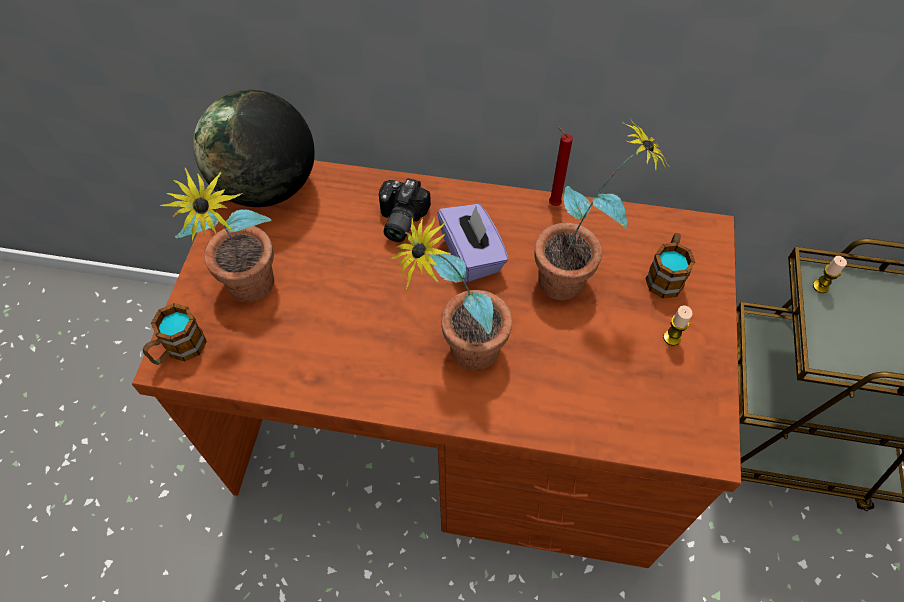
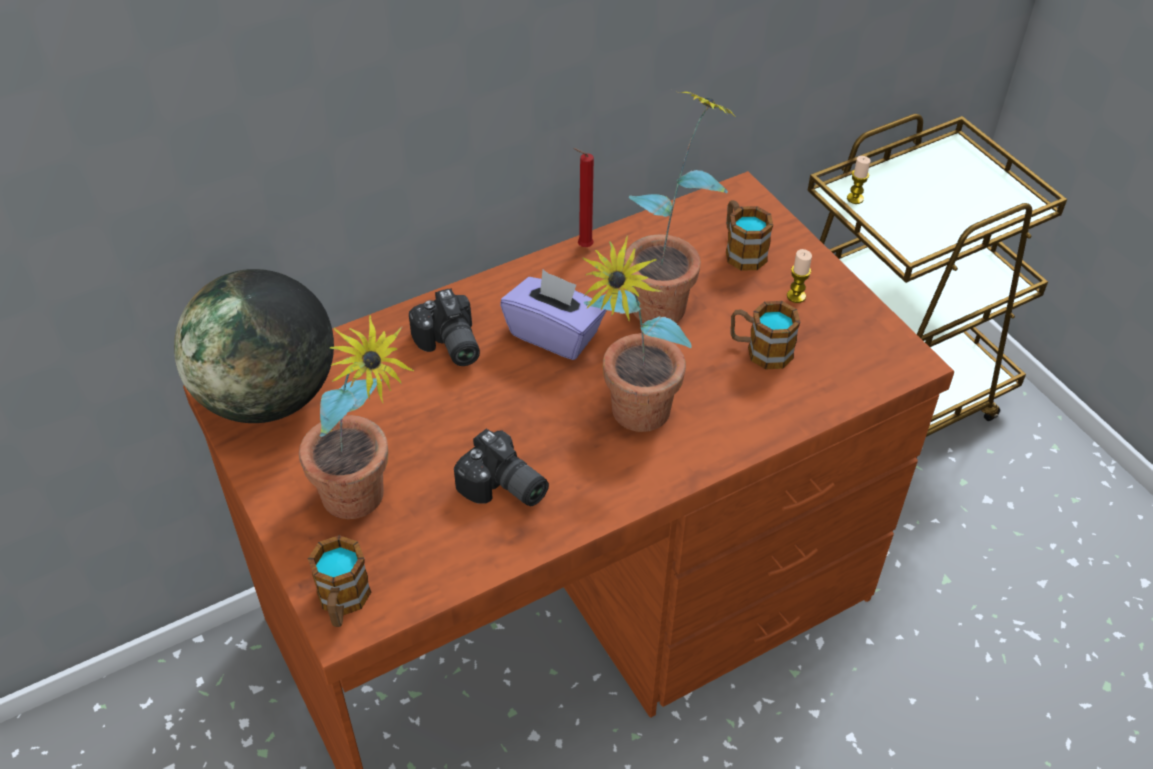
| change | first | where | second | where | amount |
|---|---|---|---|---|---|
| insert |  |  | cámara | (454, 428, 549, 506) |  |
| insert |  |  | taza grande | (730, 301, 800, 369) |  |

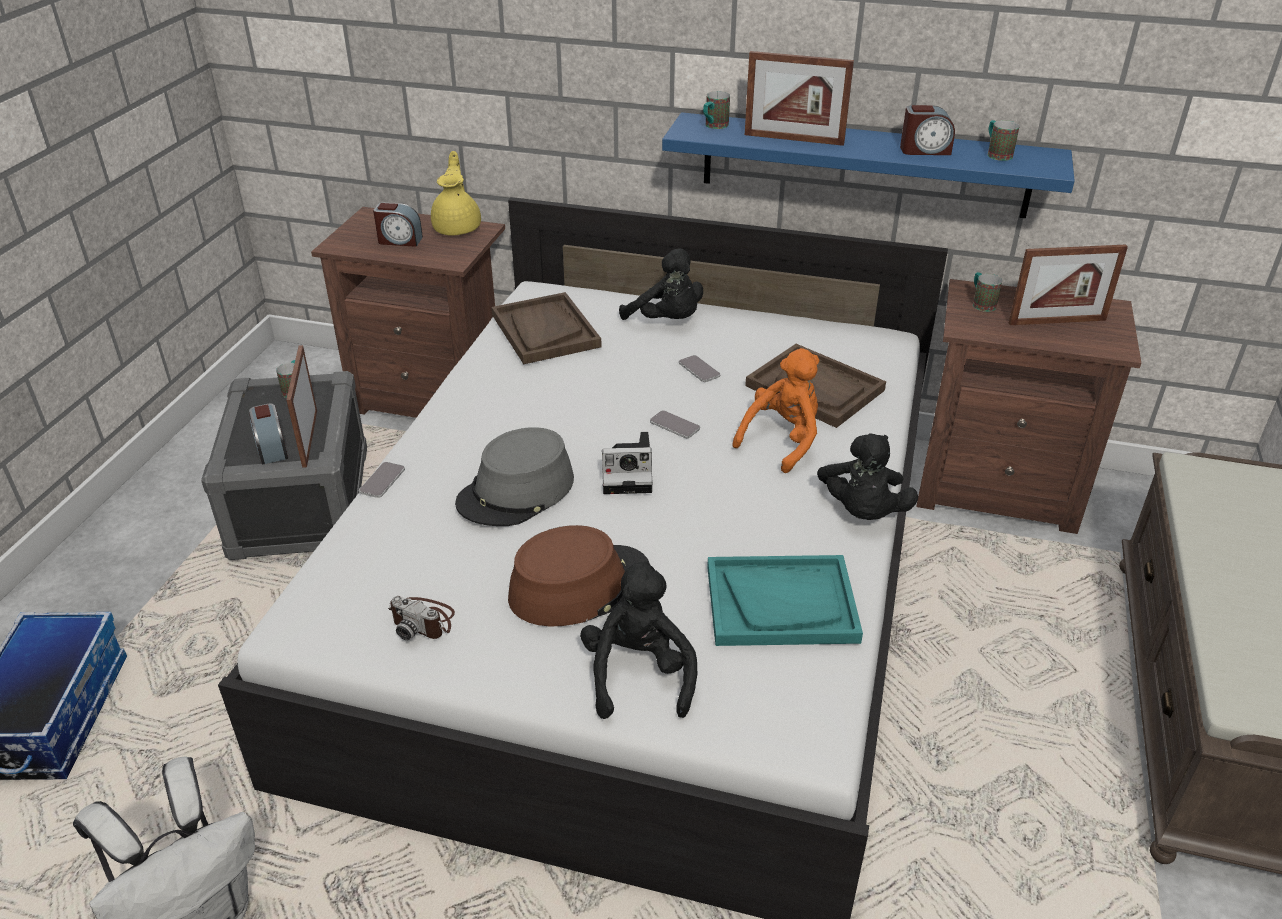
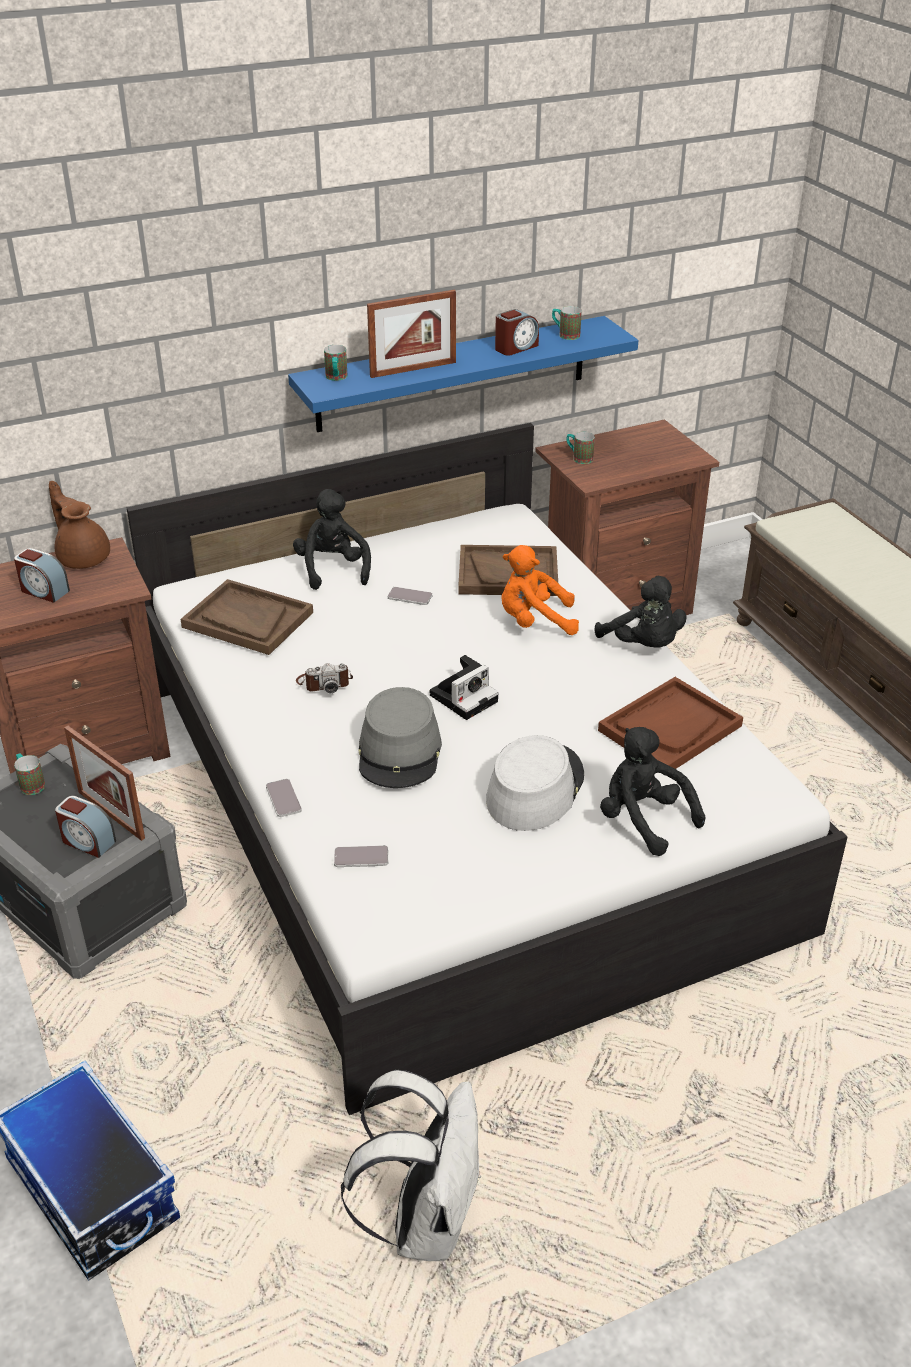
| change | first | where | second | where | amount |
|---|---|---|---|---|---|
| rotate | despertador | (373, 203, 423, 247) |  | (14, 548, 70, 603) | 60 degrees clockwise |
| move | cámara | (388, 596, 455, 640) |  | (296, 663, 353, 693) |  |
| recolor | tetera [amarillo] | (431, 151, 481, 236) | tetera [marrón] | (49, 481, 110, 569) |  |
| recolor | sombrero [marrón] | (508, 525, 650, 626) | sombrero [gris] | (486, 735, 584, 831) |  |
| rotate | peluche [negro] | (619, 248, 703, 320) |  | (293, 489, 371, 590) | 105 degrees counterclockwise |
| move | móvil | (650, 410, 700, 438) |  | (334, 845, 389, 867) |  |
| recolor | bandeja [turquesa] | (707, 555, 863, 646) | bandeja [marrón] | (598, 677, 743, 769) |  |
| rotate | peluche [naranja] | (733, 348, 819, 473) |  | (501, 545, 579, 635) | 90 degrees counterclockwise |
| delete | portarretratos | (1009, 245, 1128, 325) |  |  |  |

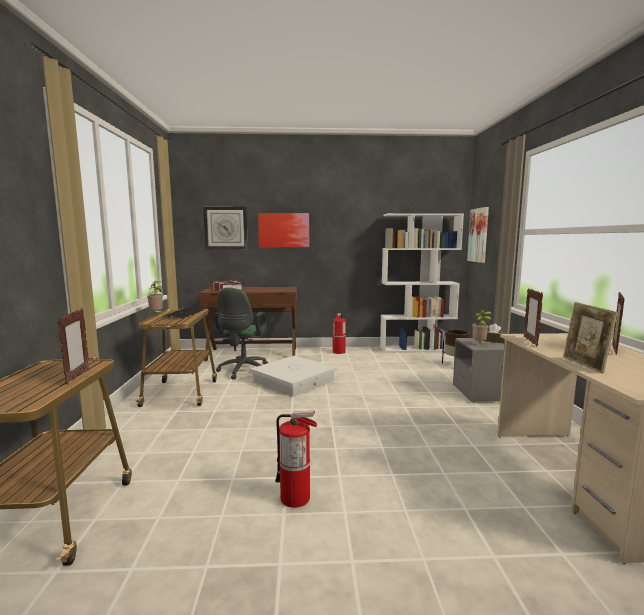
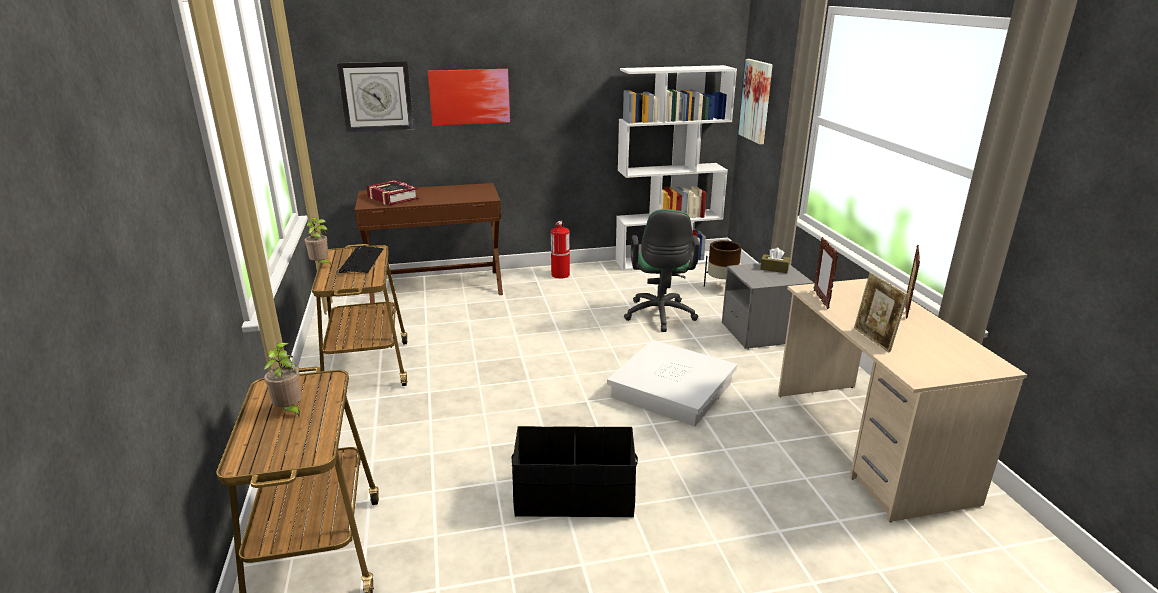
| change | first | where | second | where | amount |
|---|---|---|---|---|---|
| delete | portarretratos | (57, 308, 89, 385) |  |  |  |
| move | silla de oficina [verde] | (214, 287, 268, 379) |  | (624, 209, 700, 332) |  |
| move | caja de almacenaje [blanco] | (250, 356, 337, 397) |  | (607, 340, 737, 426) |  |
| replace | extintor | (275, 411, 317, 508) | caja de almacenaje [negro] | (512, 426, 638, 517) |  |
| move | planta en maceta | (472, 310, 491, 345) |  | (263, 343, 302, 416) |  |

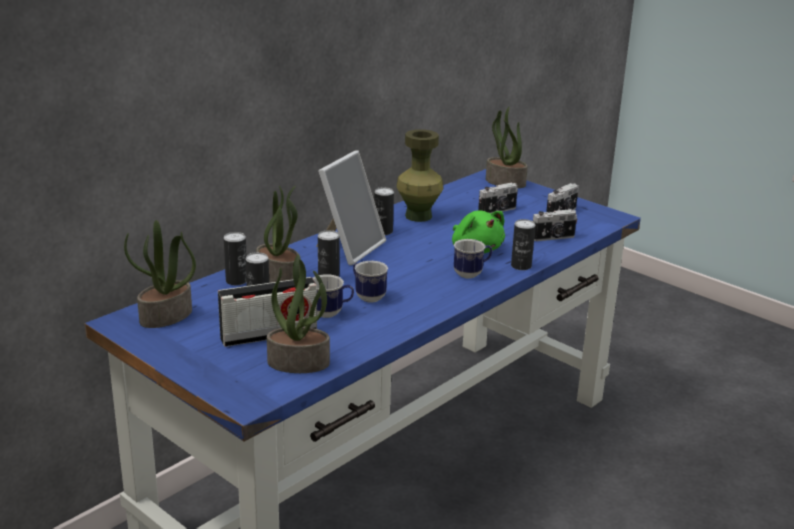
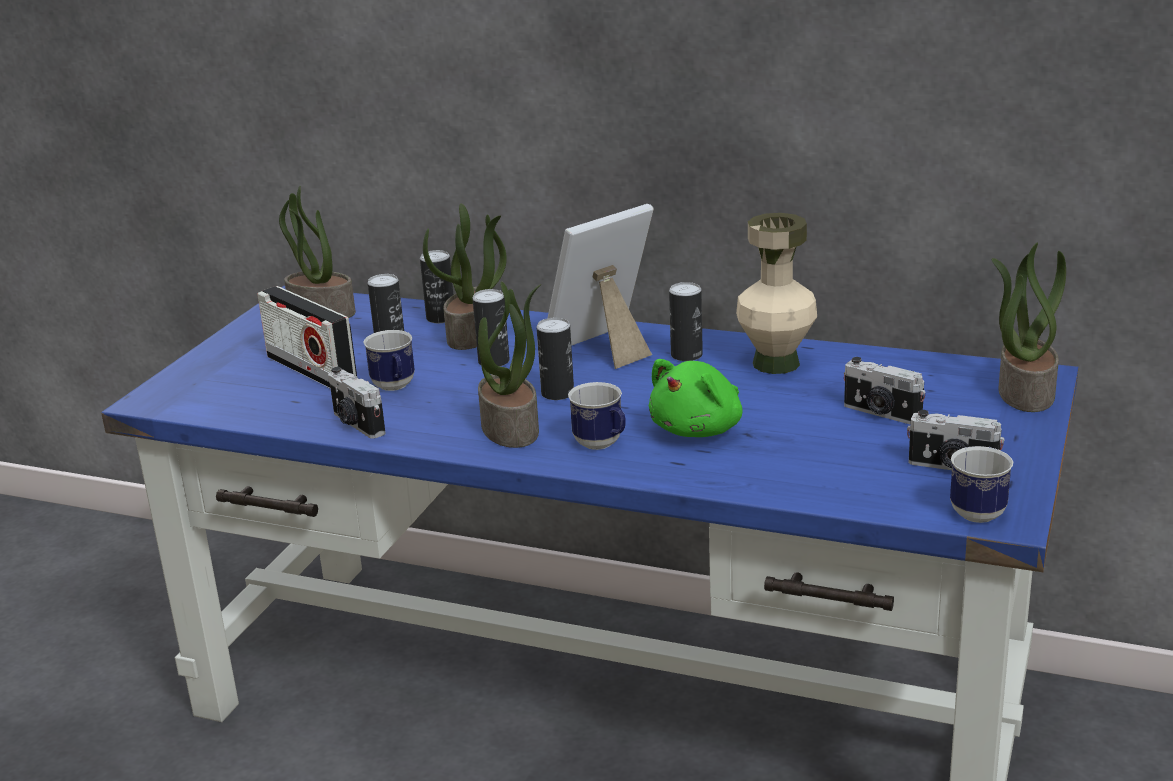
| change | first | where | second | where | amount |
|---|---|---|---|---|---|
| move | planta en maceta | (267, 255, 330, 373) |  | (478, 281, 541, 448) |  |
| rotate | portarretratos | (316, 150, 386, 265) |  | (548, 204, 653, 369) | 135 degrees clockwise |
| move | taza grande | (353, 261, 388, 303) |  | (950, 446, 1013, 523) |  |
| recolor | florero [verde] | (396, 129, 443, 222) | florero [beis] | (736, 213, 817, 374) |  |
| move | lata | (511, 219, 535, 270) |  | (536, 318, 574, 400) |  |
| move | cámara | (533, 209, 577, 241) |  | (328, 367, 386, 439) |  |

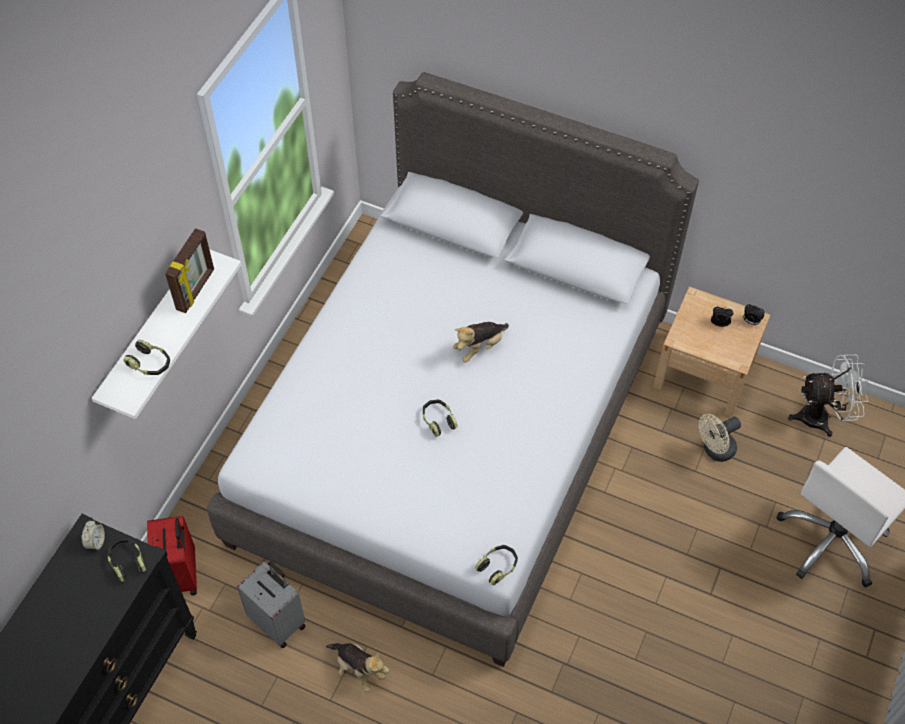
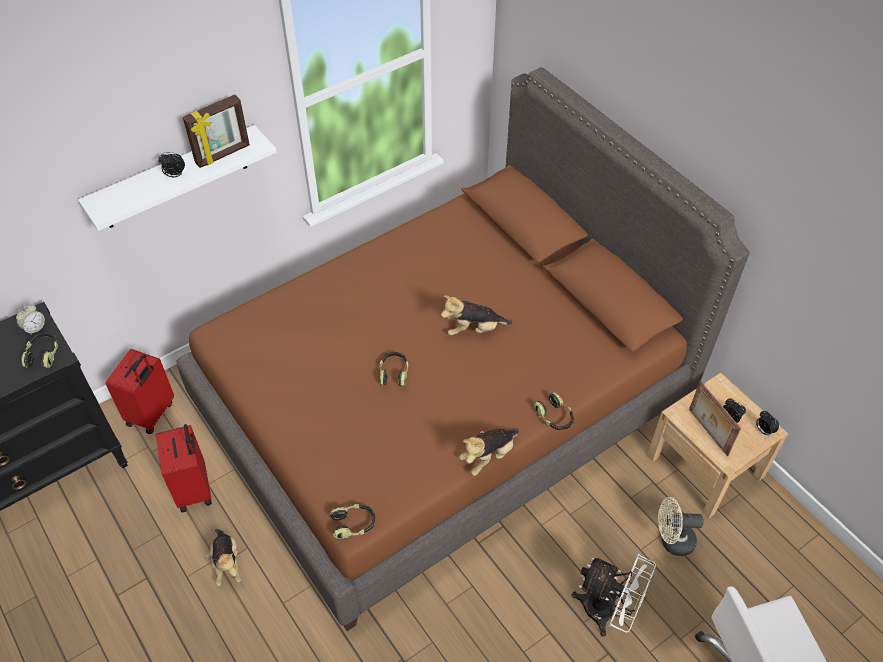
| change | first | where | second | where | amount |
|---|---|---|---|---|---|
| move | auriculares | (123, 340, 170, 375) |  | (534, 392, 574, 430) |  |
| recolor | cama [gris] | (207, 72, 699, 667) | cama [marrón] | (177, 67, 750, 631) |  |
| recolor | maleta [gris] | (236, 561, 305, 649) | maleta [rojo] | (156, 424, 212, 512) |  |
| move | ventilador [blanco] | (788, 354, 868, 437) |  | (572, 554, 656, 637) |  |
| insert |  |  | despertador | (158, 152, 185, 177) |  |
| insert |  |  | peluche | (459, 428, 519, 476) |  |
| insert |  |  | portarretratos | (689, 381, 741, 456) |  |

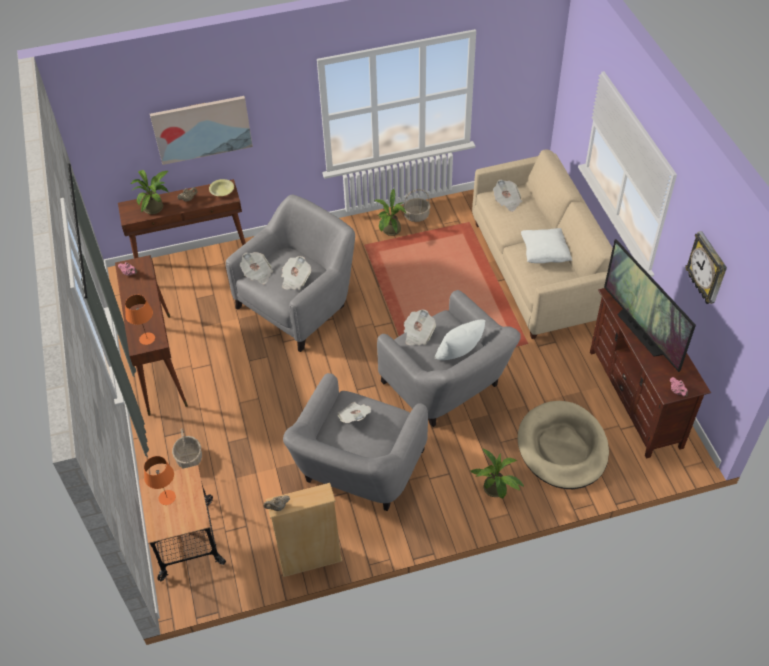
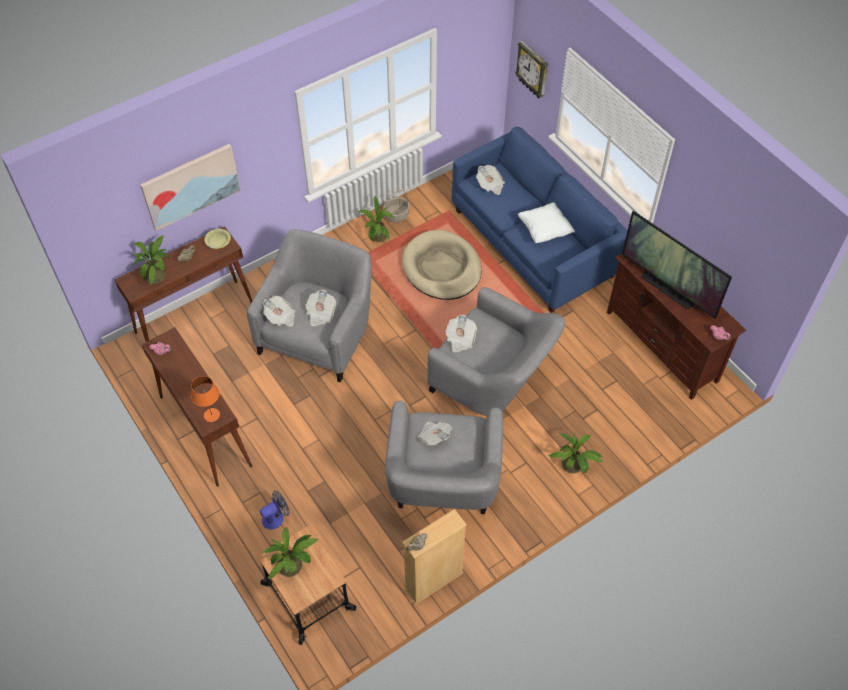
| change | first | where | second | where | amount |
|---|---|---|---|---|---|
| replace | lámpara de mesa [naranja] | (144, 456, 176, 505) | planta en maceta | (263, 527, 318, 579) |  |
| replace | cesta | (172, 428, 202, 469) | ventilador | (260, 490, 290, 530) |  |
| delete | cojín [blanco] | (435, 320, 486, 360) |  |  |  |
| recolor | sofá [beis] | (472, 150, 613, 339) | sofá [azul] | (452, 127, 628, 313) |  |
| move | cama para perro [beis] | (518, 401, 609, 489) |  | (402, 230, 482, 300) |  |
| move | reloj de pared | (685, 231, 727, 304) |  | (515, 41, 548, 99) |  |

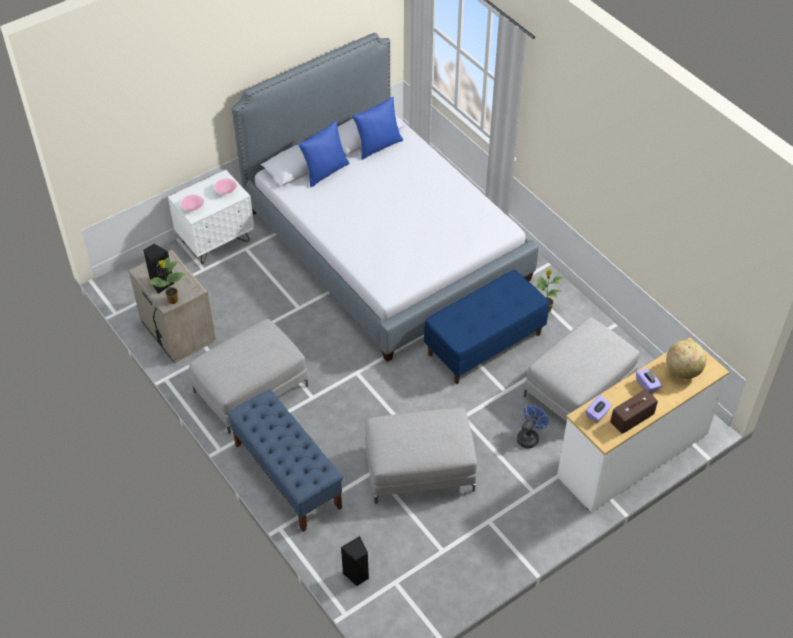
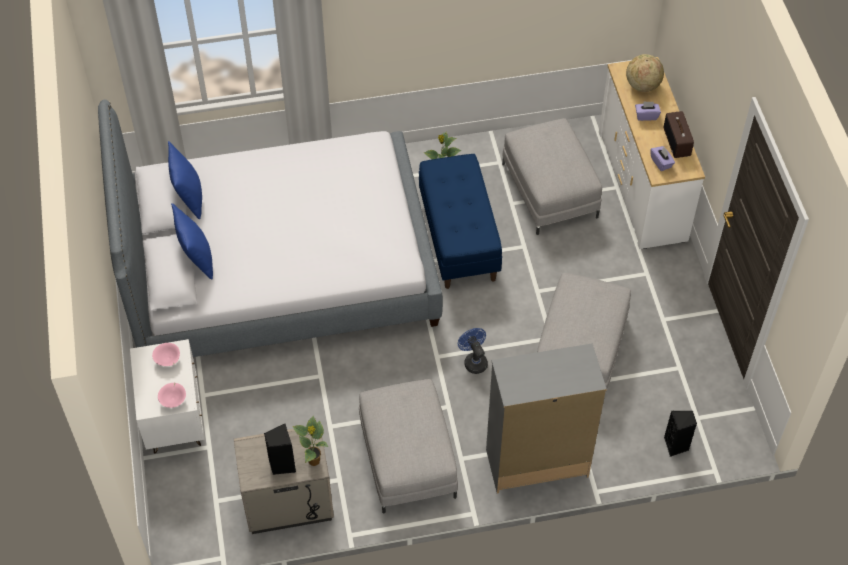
| change | first | where | second | where | amount |
|---|---|---|---|---|---|
| replace | banco [azul] | (227, 389, 343, 532) | cómoda [gris] | (486, 343, 607, 494) |  |
| move | ventilador [azul] | (517, 405, 549, 449) |  | (458, 328, 488, 374) |  |

